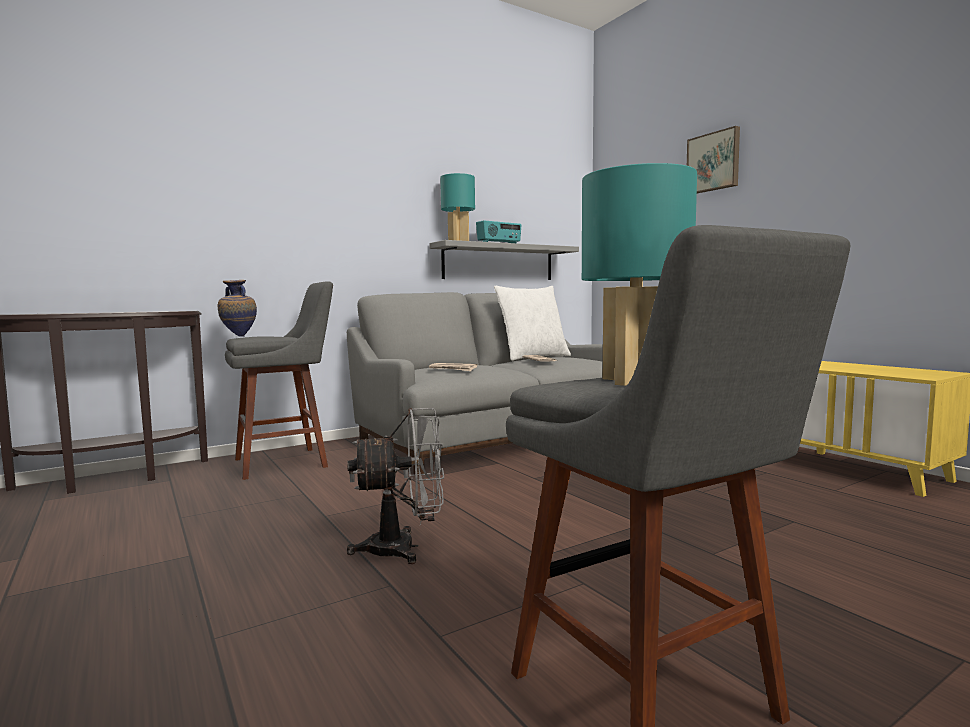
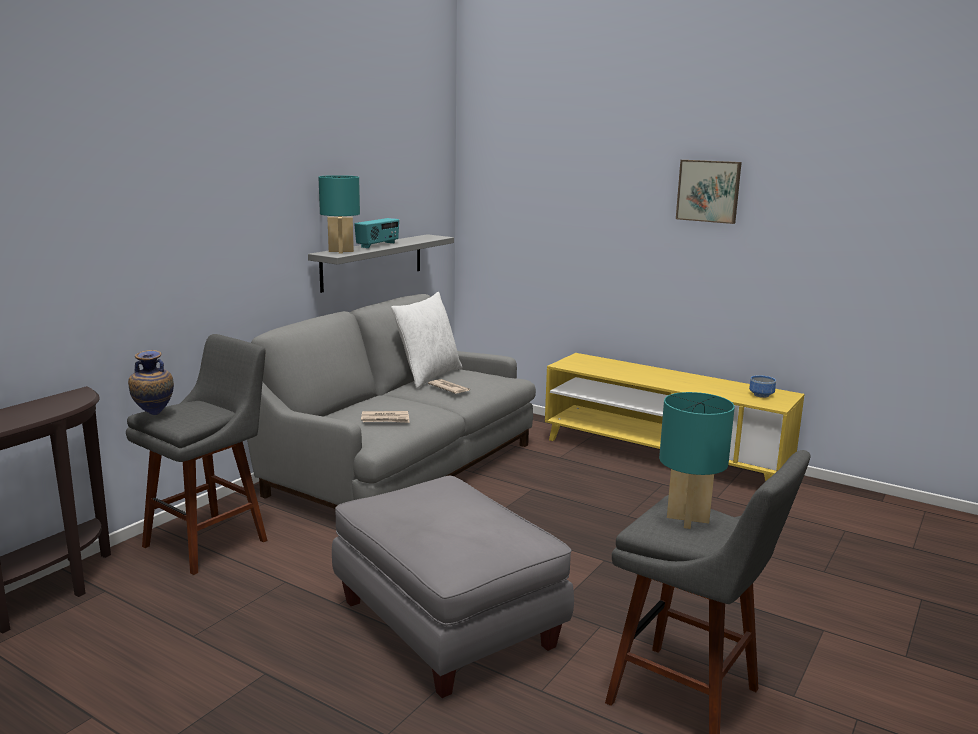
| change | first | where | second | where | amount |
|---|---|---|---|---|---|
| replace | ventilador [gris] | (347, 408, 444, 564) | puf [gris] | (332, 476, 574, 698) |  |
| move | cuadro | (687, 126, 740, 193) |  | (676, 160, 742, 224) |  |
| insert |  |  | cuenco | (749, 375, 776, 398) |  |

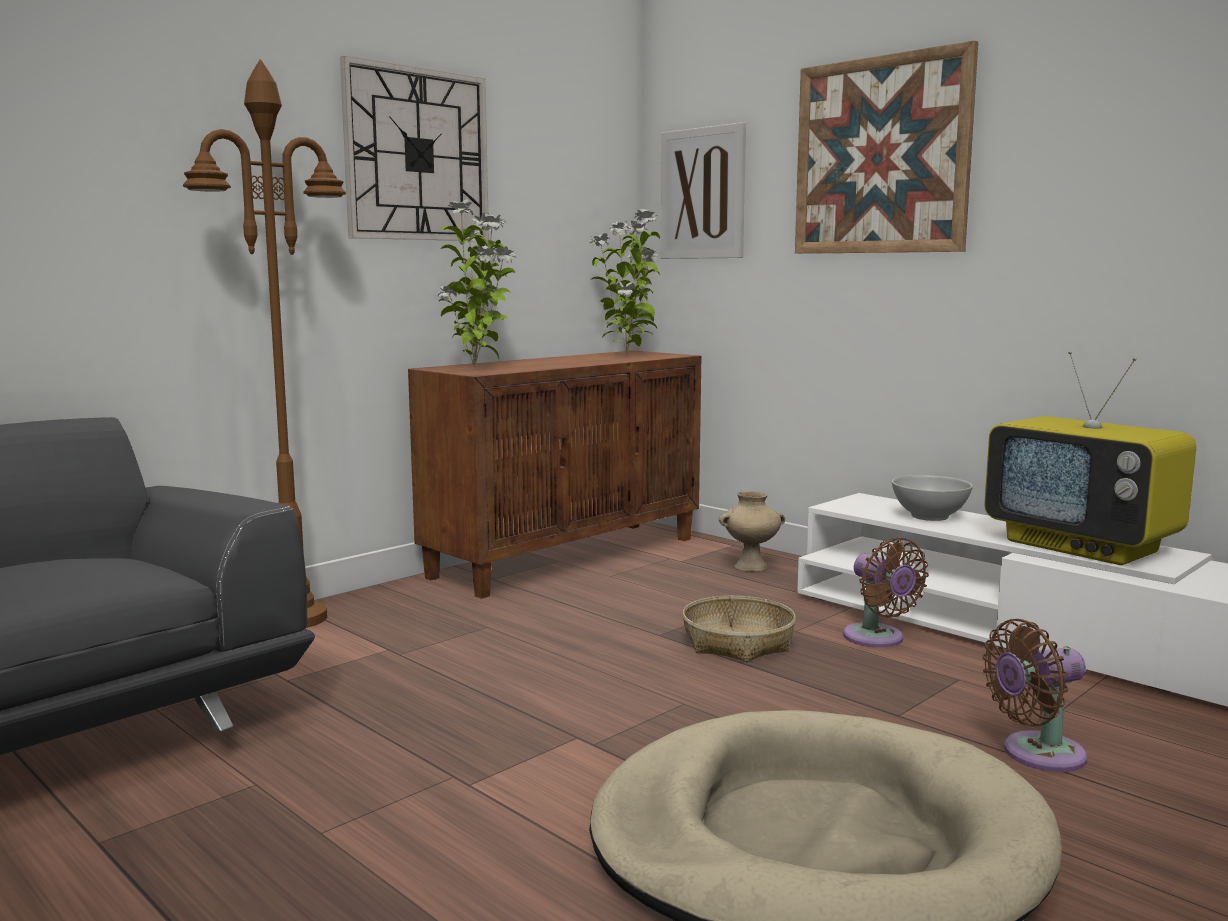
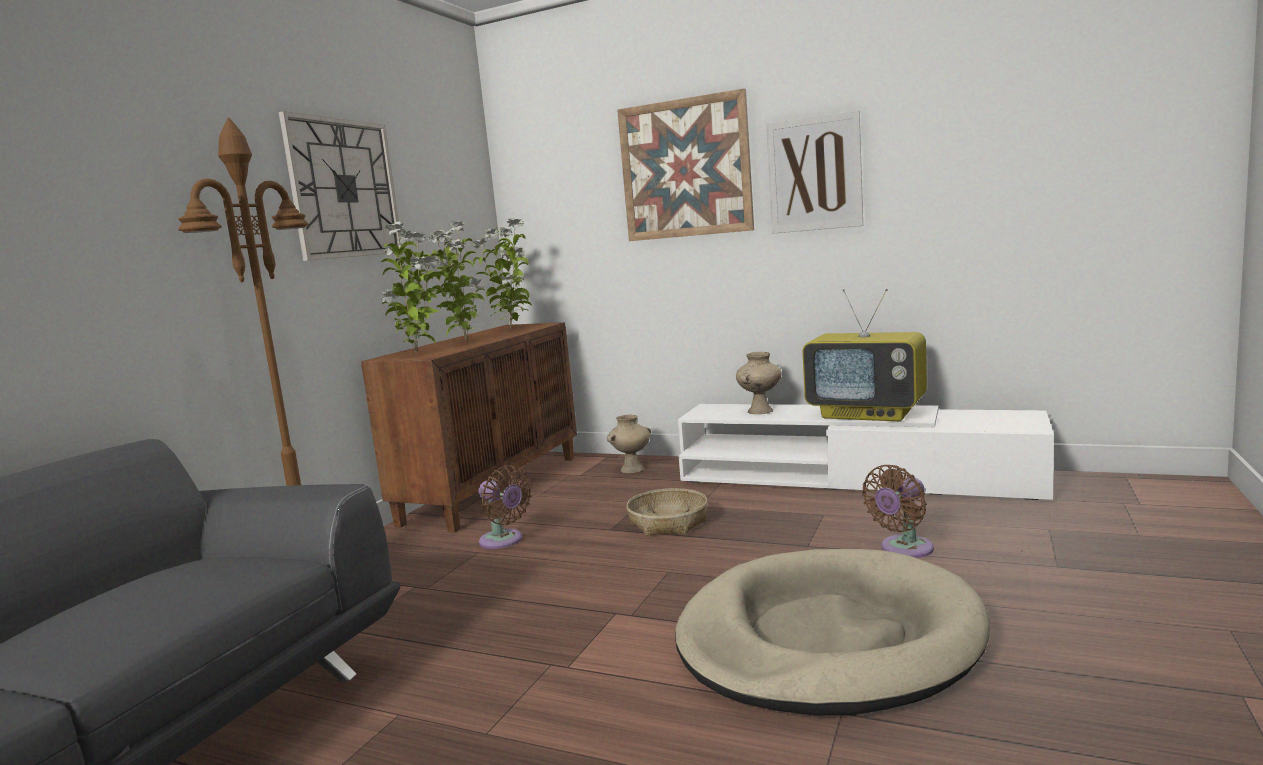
| change | first | where | second | where | amount |
|---|---|---|---|---|---|
| move | cuadro | (661, 122, 746, 259) |  | (766, 110, 863, 234) |  |
| move | ventilador [marrón] | (843, 537, 929, 648) |  | (479, 465, 532, 549) |  |
| replace | cuenco [blanco] | (892, 475, 973, 521) | florero [beis] | (736, 352, 782, 414) |  |
| insert |  |  | planta en maceta | (426, 221, 484, 341) |  |

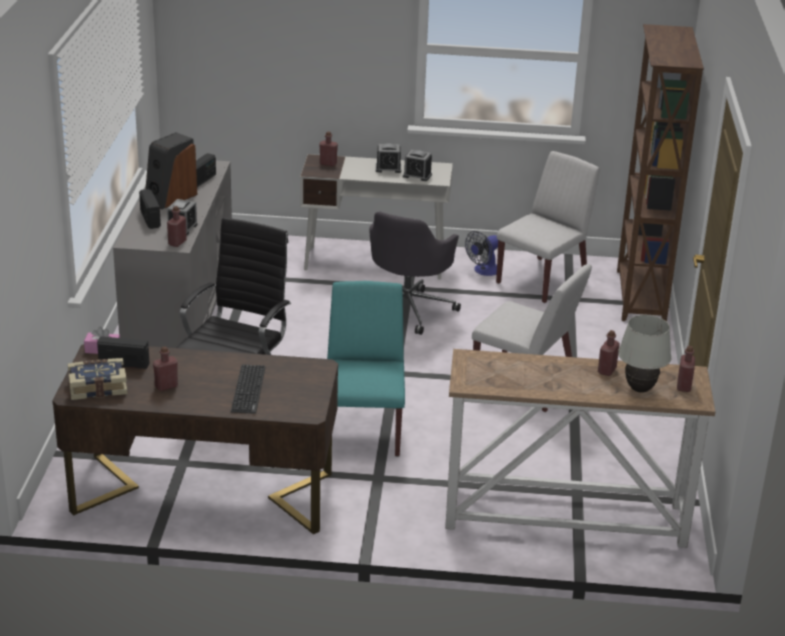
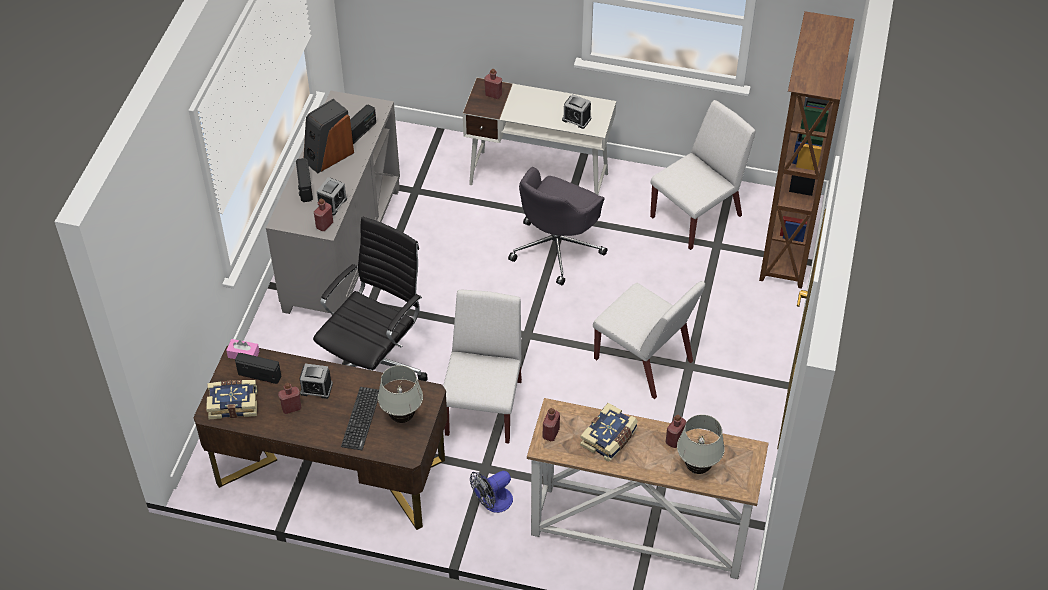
| change | first | where | second | where | amount |
|---|---|---|---|---|---|
| recolor | silla [turquesa] | (327, 281, 405, 457) | silla [blanco] | (443, 290, 522, 444) |  |
| move | despertador | (376, 144, 401, 173) |  | (300, 363, 333, 399) |  |
| move | ventilador | (465, 231, 498, 276) |  | (470, 471, 513, 513) |  |
| move | botella [rojo] | (677, 346, 695, 392) |  | (543, 408, 560, 441) |  |
| insert |  |  | lámpara de mesa [blanco] | (378, 365, 423, 423) |  |
| insert |  |  | libro | (580, 403, 638, 462) |  |

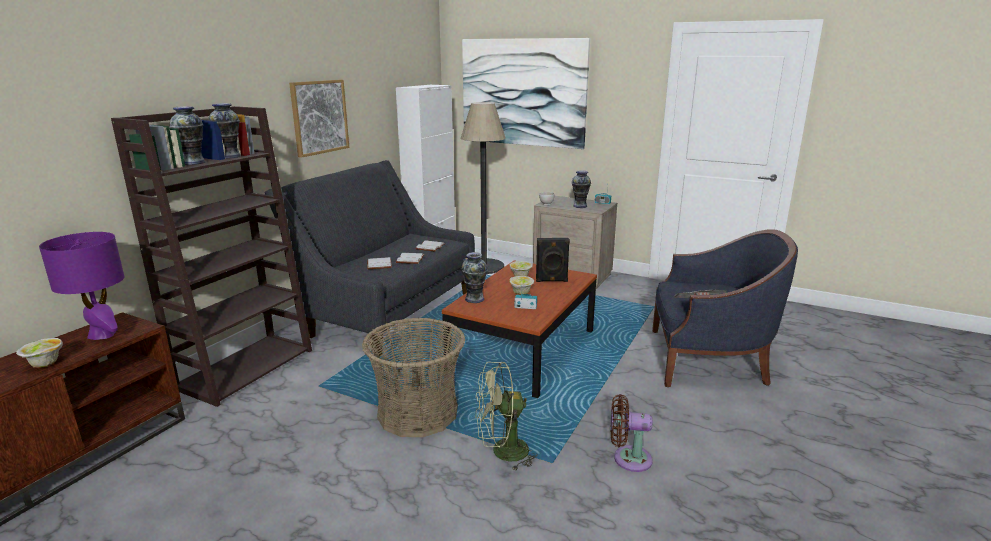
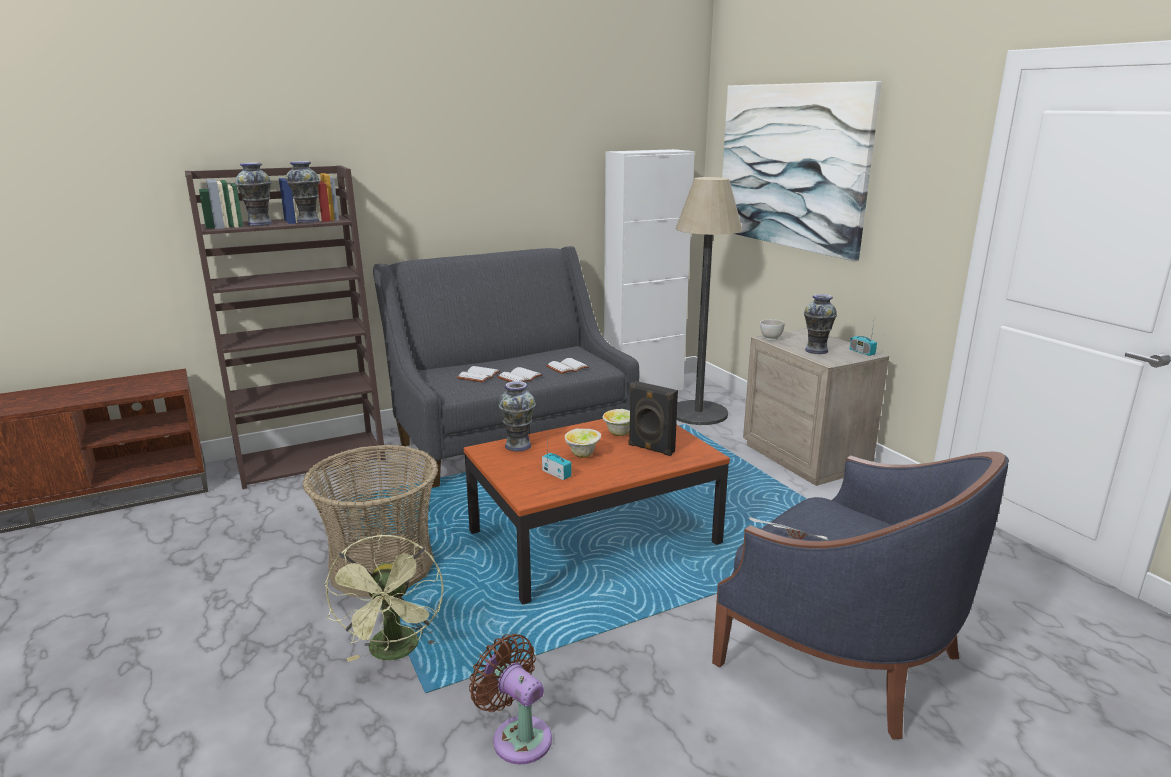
| change | first | where | second | where | amount |
|---|---|---|---|---|---|
| delete | cuenco | (16, 338, 63, 368) |  |  |  |
| delete | lámpara de mesa [morado] | (39, 232, 124, 340) |  |  |  |
| delete | cuadro | (289, 80, 349, 158) |  |  |  |
| rotate | ventilador [verde] | (475, 362, 538, 472) |  | (324, 534, 444, 662) | 120 degrees counterclockwise |

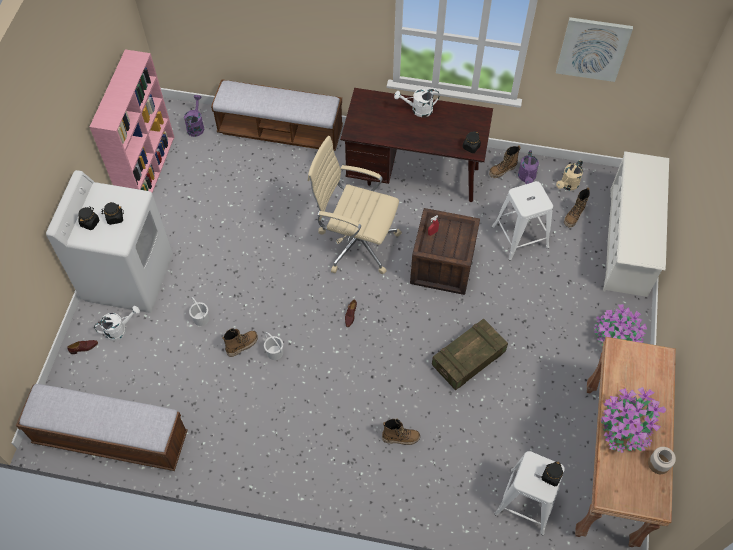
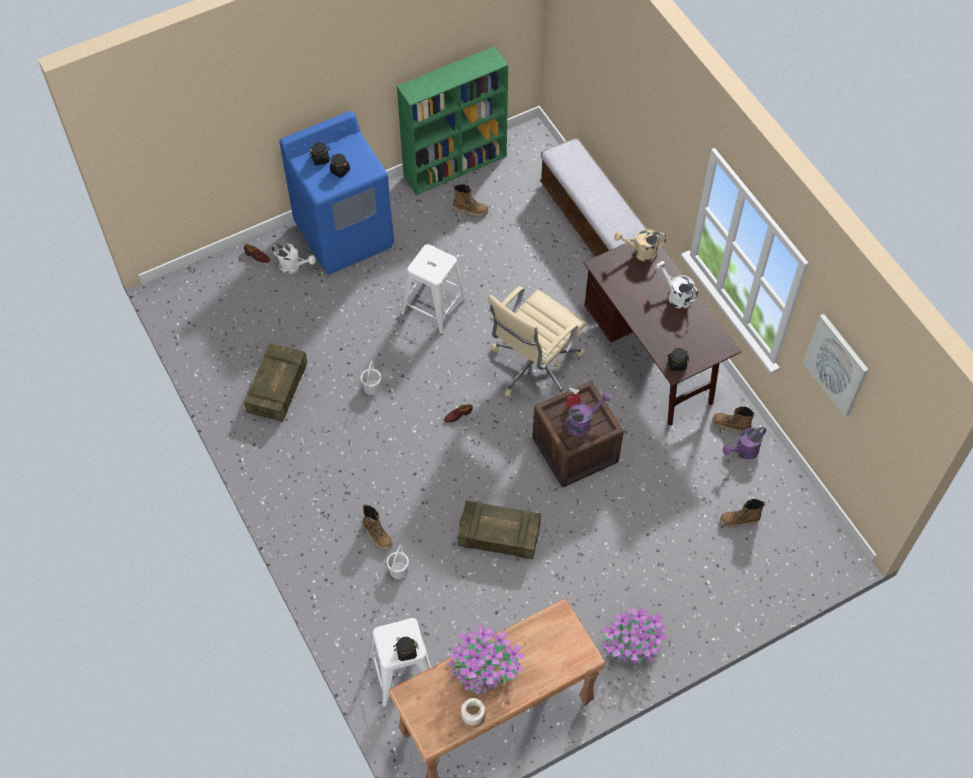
| change | first | where | second | where | amount |
|---|---|---|---|---|---|
| delete | banco | (16, 384, 187, 471) |  |  |  |
| recolor | lavadora [blanco] | (46, 170, 173, 313) | lavadora [azul] | (279, 111, 394, 275) |  |
| recolor | estantería [rosa] | (90, 49, 174, 193) | estantería [verde] | (397, 47, 508, 195) |  |
| move | regadera [morado] | (184, 95, 204, 137) |  | (564, 393, 611, 436) |  |
| move | cubo [blanco] | (189, 297, 210, 326) |  | (387, 545, 409, 579) |  |
| move | bota | (222, 328, 258, 357) |  | (453, 184, 488, 218) |  |
| rotate | silla de oficina [beis] | (308, 136, 402, 275) |  | (488, 286, 586, 397) | 120 degrees counterclockwise |
| move | taburete [blanco] | (492, 181, 553, 261) |  | (401, 244, 467, 335) |  |
| move | regadera [beis] | (556, 160, 583, 190) |  | (614, 229, 666, 262) |  |
| delete | zapatero [blanco] | (603, 151, 669, 297) |  |  |  |
| insert |  |  | caja de embalaje | (244, 343, 307, 422) |  |

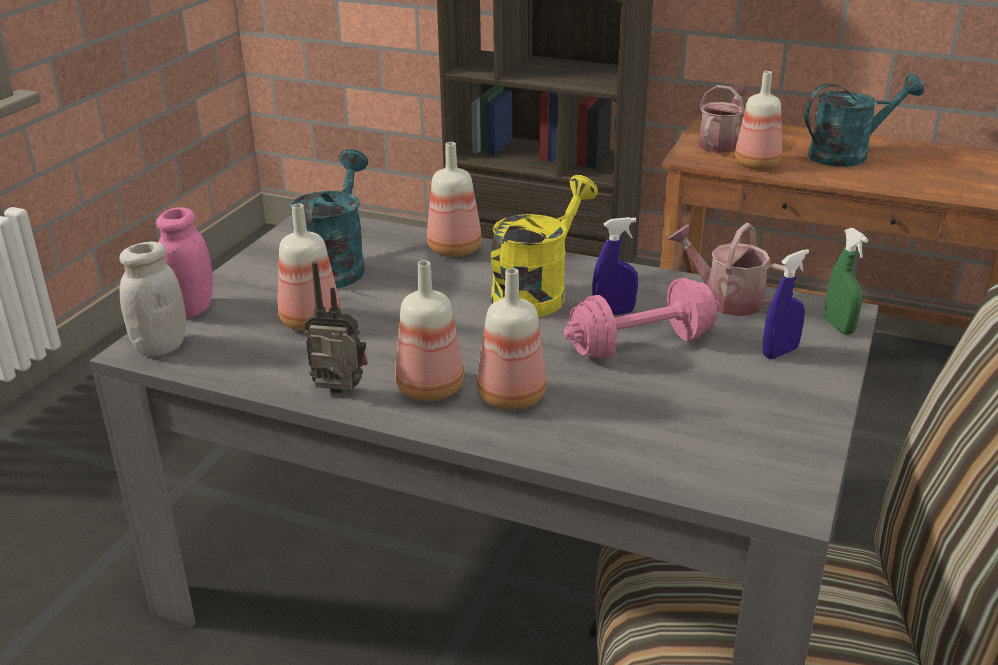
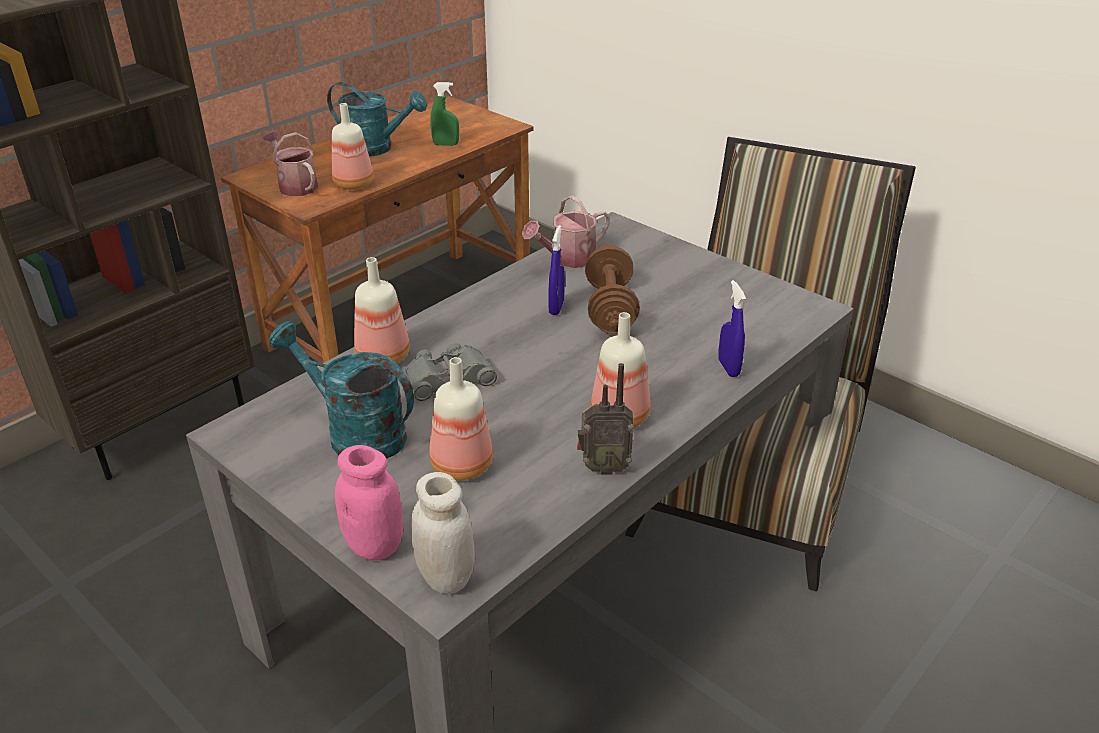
| change | first | where | second | where | amount |
|---|---|---|---|---|---|
| rotate | radio | (304, 261, 368, 393) |  | (577, 363, 634, 475) | 120 degrees counterclockwise |
| delete | botella | (477, 268, 547, 410) |  |  |  |
| delete | regadera [amarillo] | (491, 175, 598, 317) |  |  |  |
| recolor | mancuerna [rosa] | (564, 278, 719, 359) | mancuerna [marrón] | (585, 244, 640, 334) |  |
| move | pulverizador [azul] | (763, 249, 809, 359) |  | (718, 280, 746, 377) |  |
| rotate | regadera [turquesa] | (804, 74, 924, 167) |  | (327, 82, 427, 157) | 105 degrees clockwise |
| move | pulverizador [verde] | (825, 228, 869, 335) |  | (430, 82, 459, 146) |  |
| insert |  |  | prismáticos [gris] | (405, 343, 497, 401) |  |

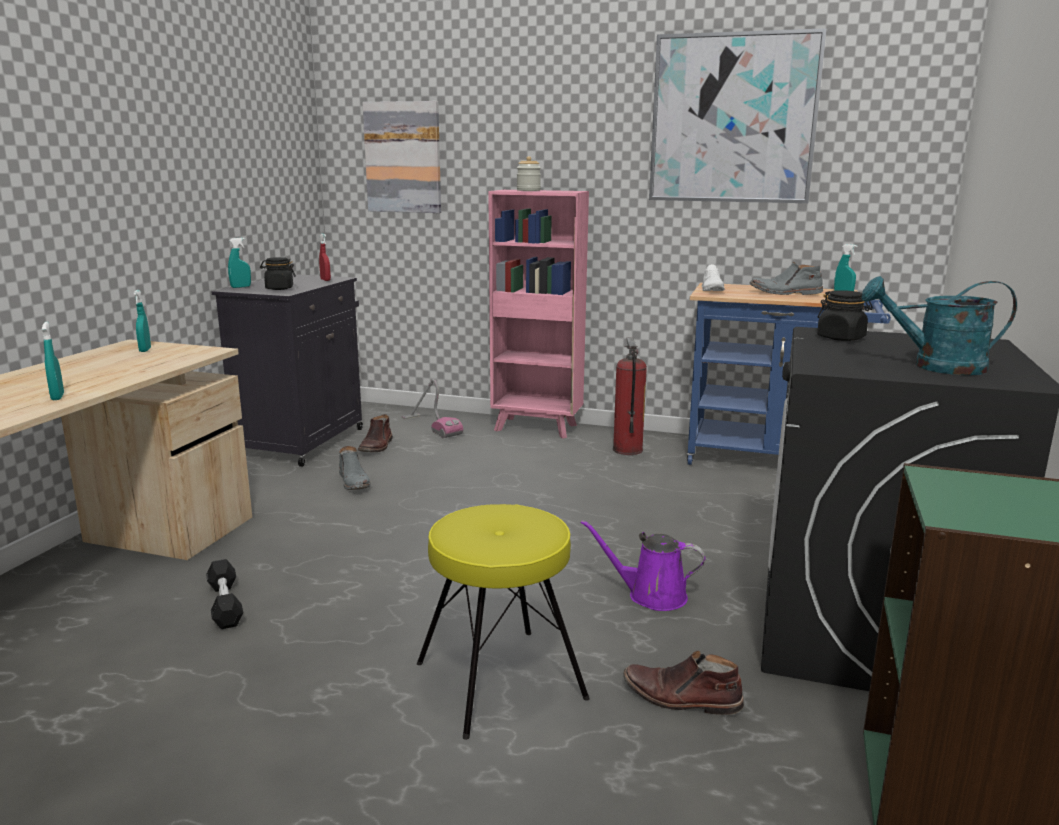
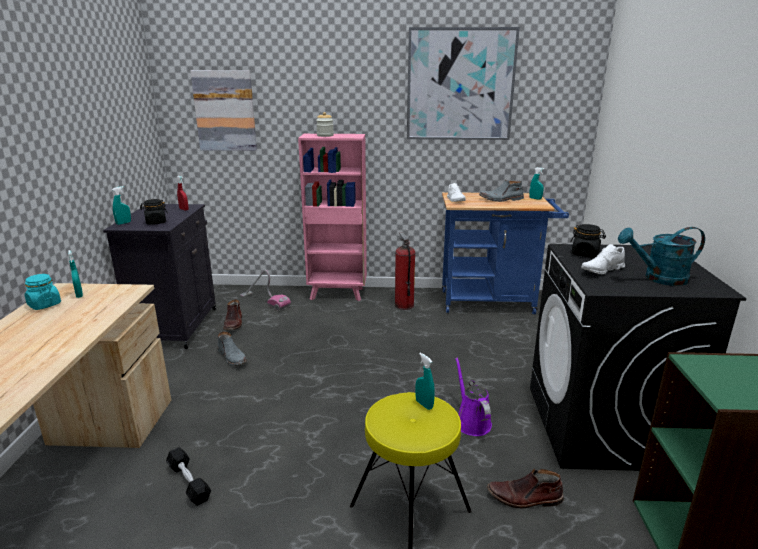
| change | first | where | second | where | amount |
|---|---|---|---|---|---|
| move | pulverizador [turquesa] | (42, 321, 64, 401) |  | (416, 353, 435, 410) |  |
| rotate | regadera [morado] | (580, 520, 705, 611) |  | (455, 358, 492, 436) | 75 degrees clockwise |
| insert |  |  | tarro [turquesa] | (25, 274, 61, 310) |  |
| insert |  |  | zapato [blanco] | (581, 244, 625, 274) |  |

